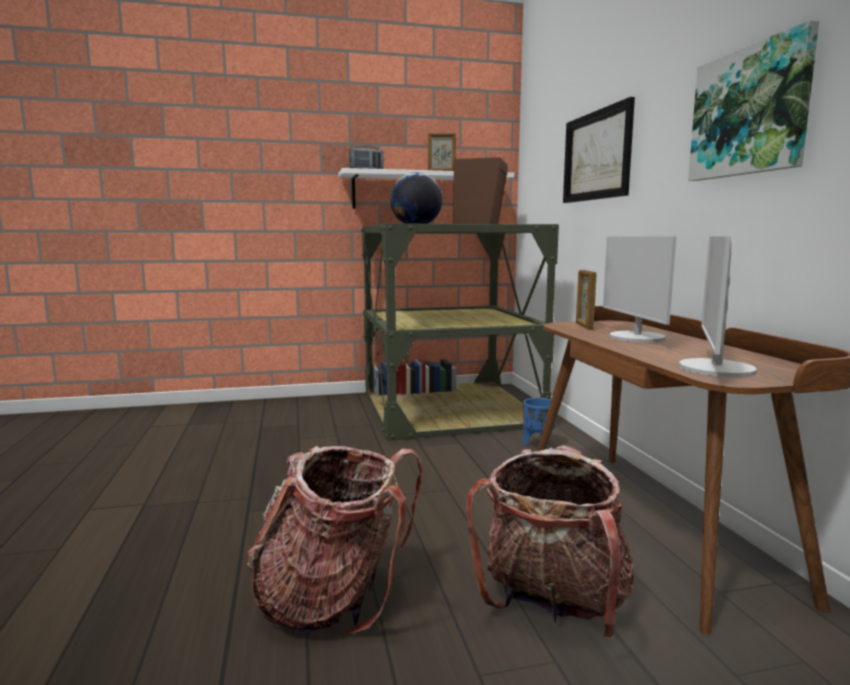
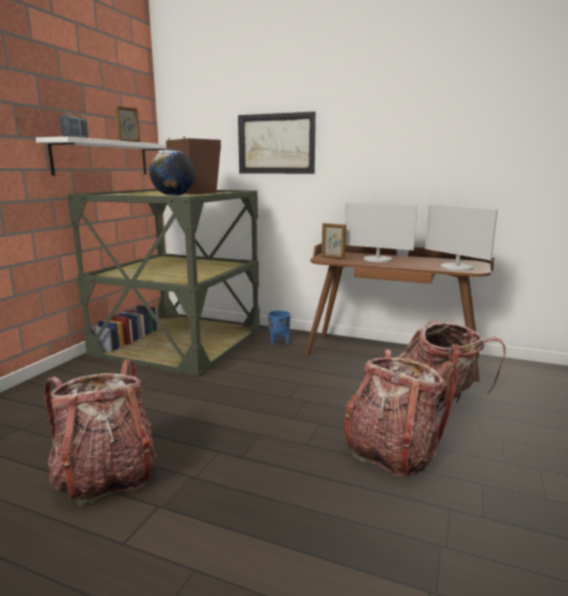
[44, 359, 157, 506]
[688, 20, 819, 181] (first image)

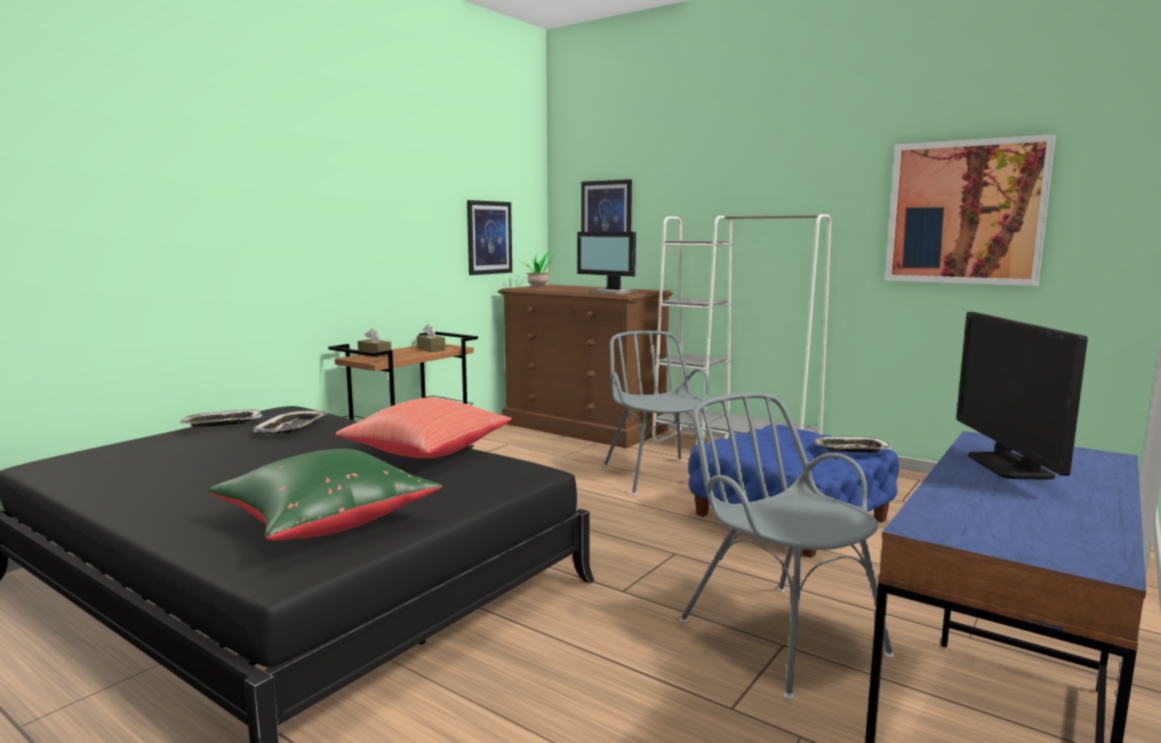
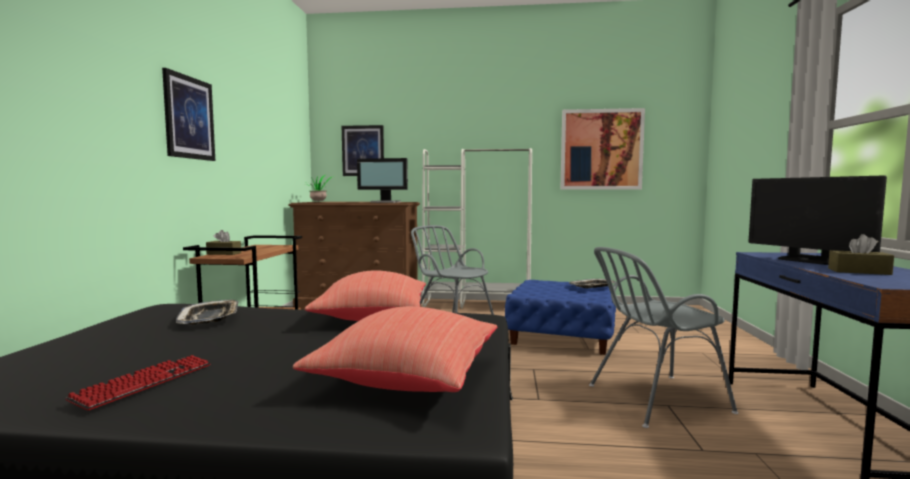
[65, 355, 211, 410]
[162, 68, 215, 161]
[293, 306, 497, 392]
[589, 247, 739, 428]
[828, 234, 894, 275]
[179, 410, 263, 427] (first image)

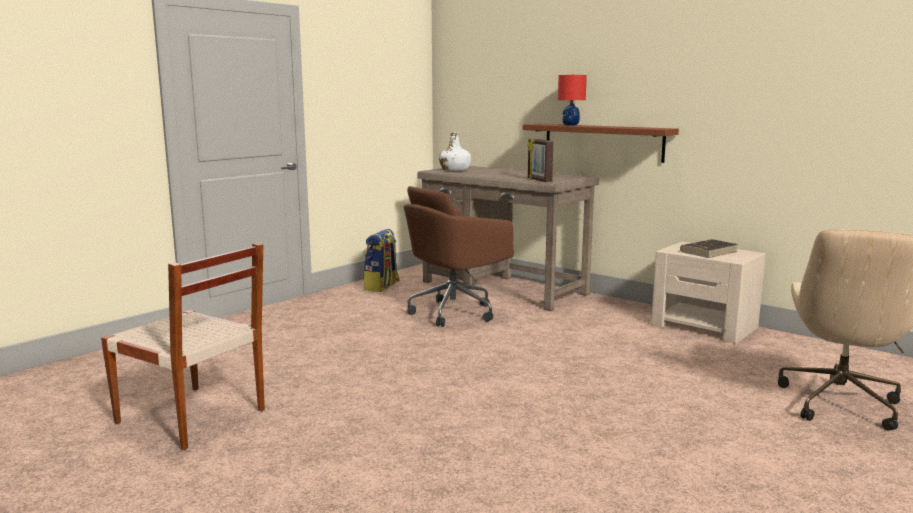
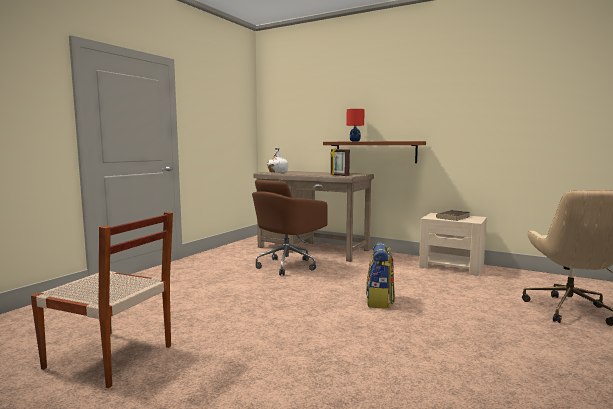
[366, 243, 395, 309]

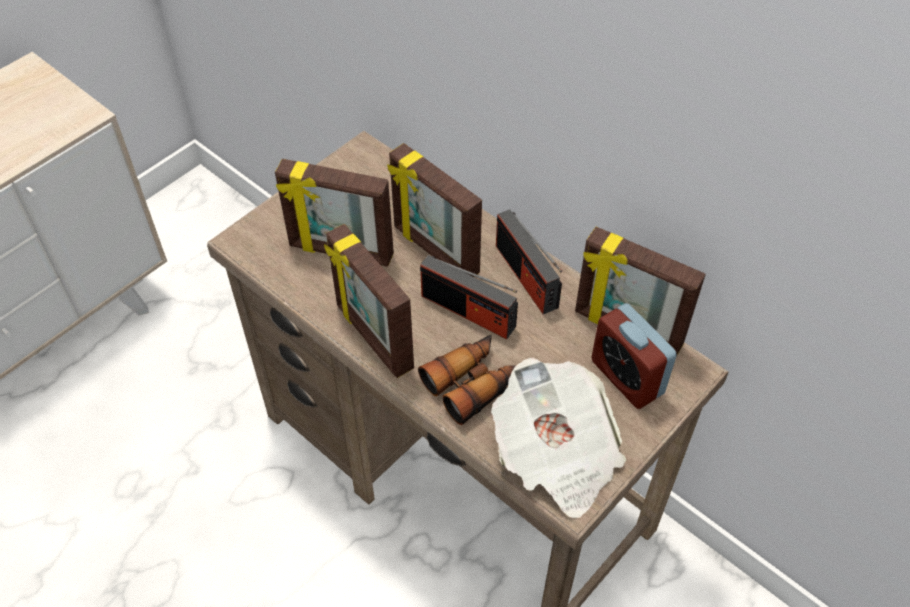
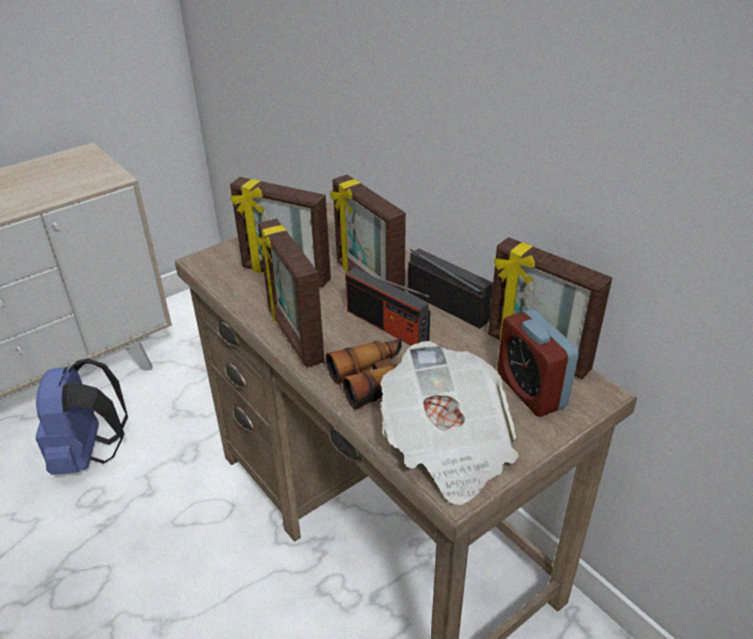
[35, 358, 128, 475]
[408, 248, 493, 329]

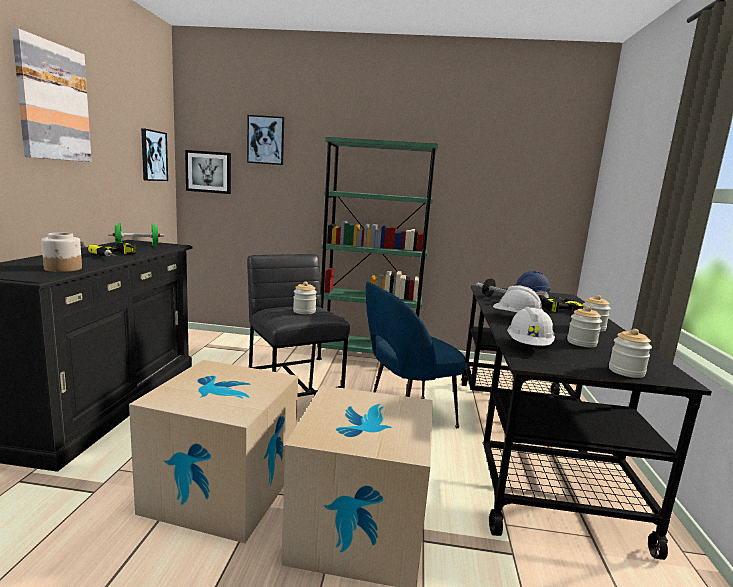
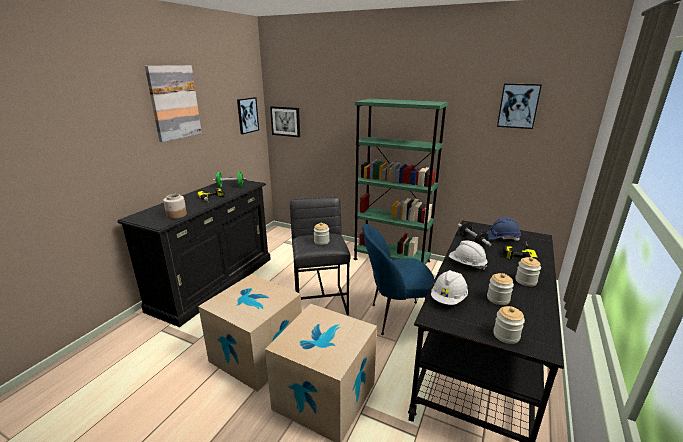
[497, 83, 542, 129]

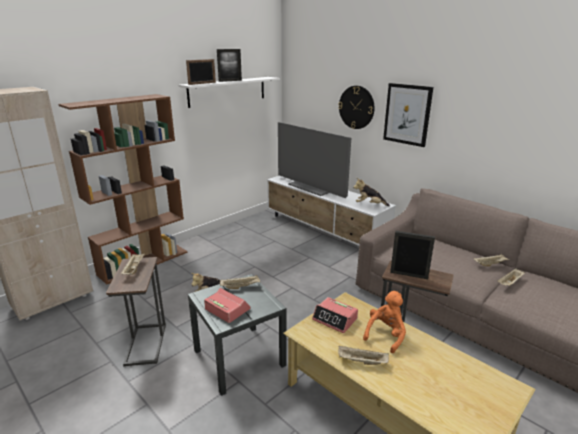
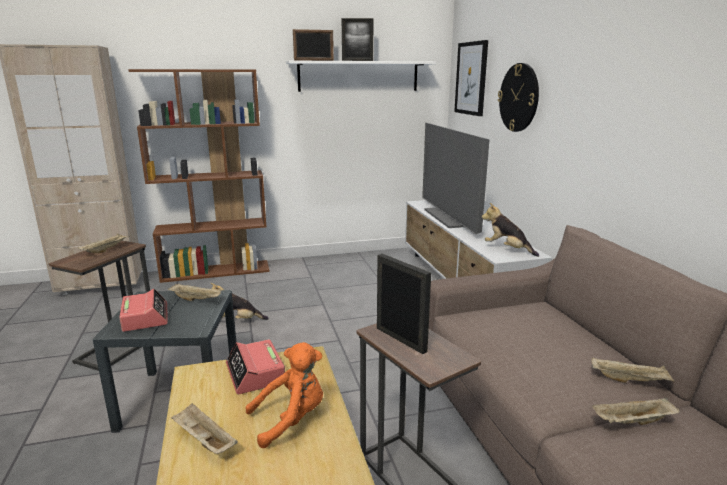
[454, 40, 488, 116]

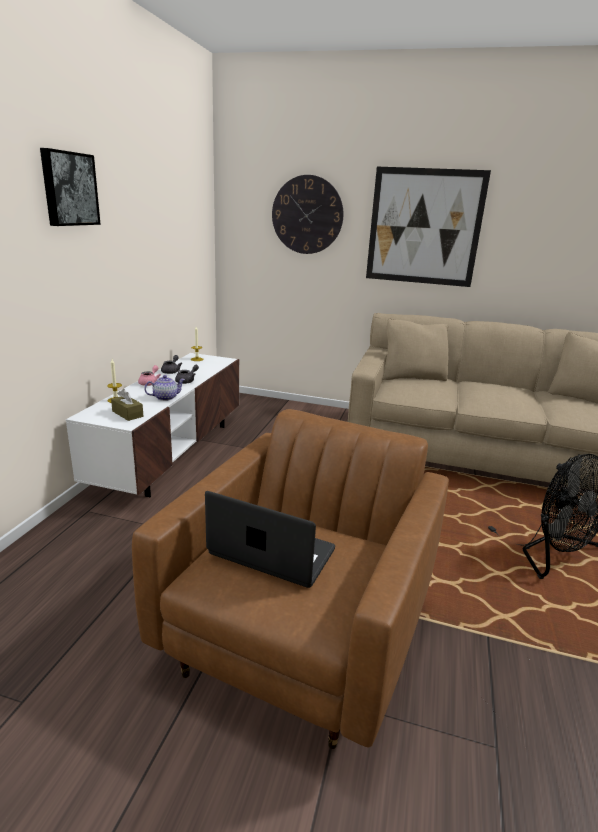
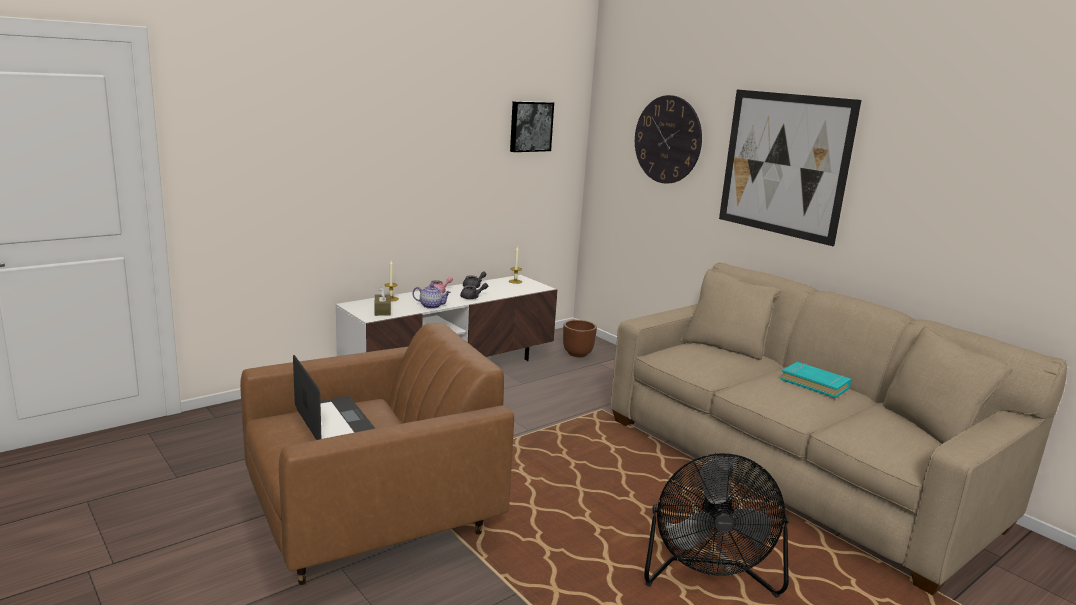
[510, 101, 554, 152]
[563, 320, 597, 357]
[780, 362, 851, 398]

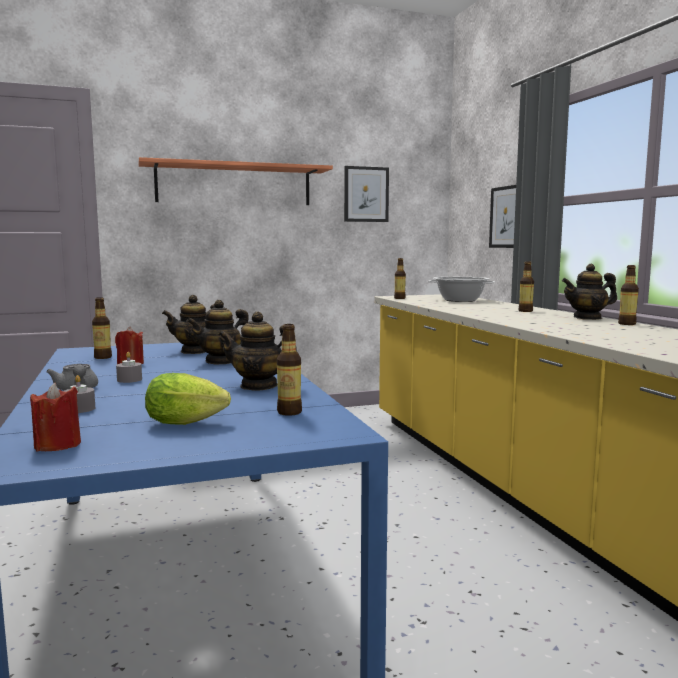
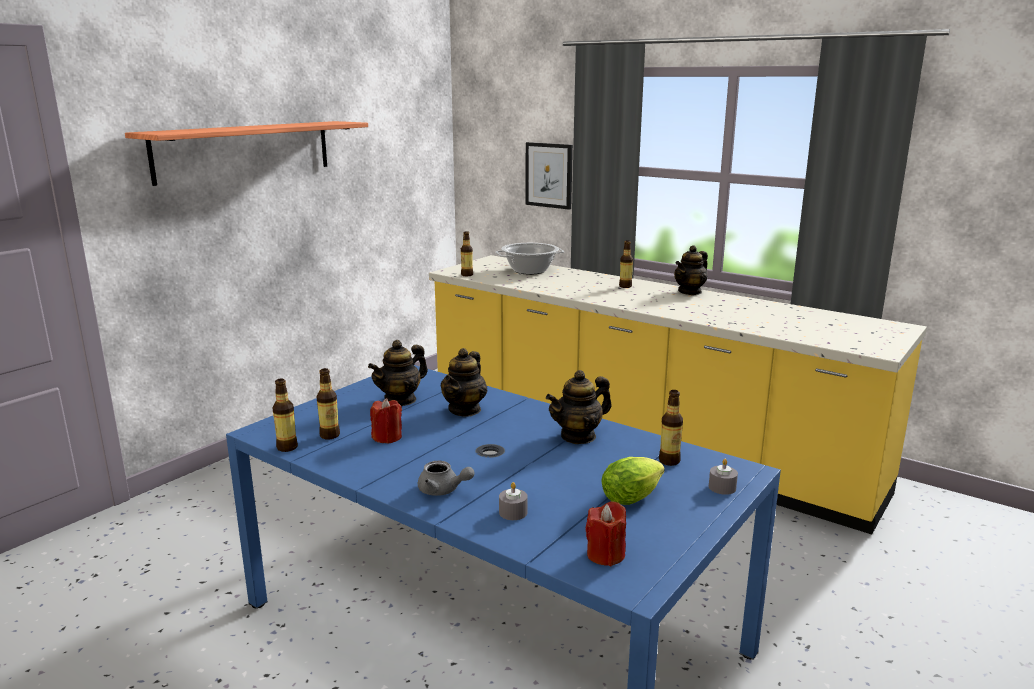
[273, 378, 298, 452]
[709, 459, 738, 495]
[344, 166, 389, 222] (first image)

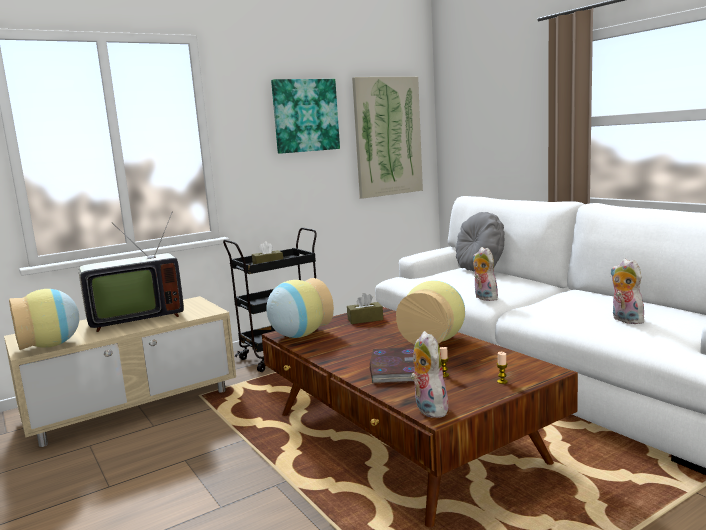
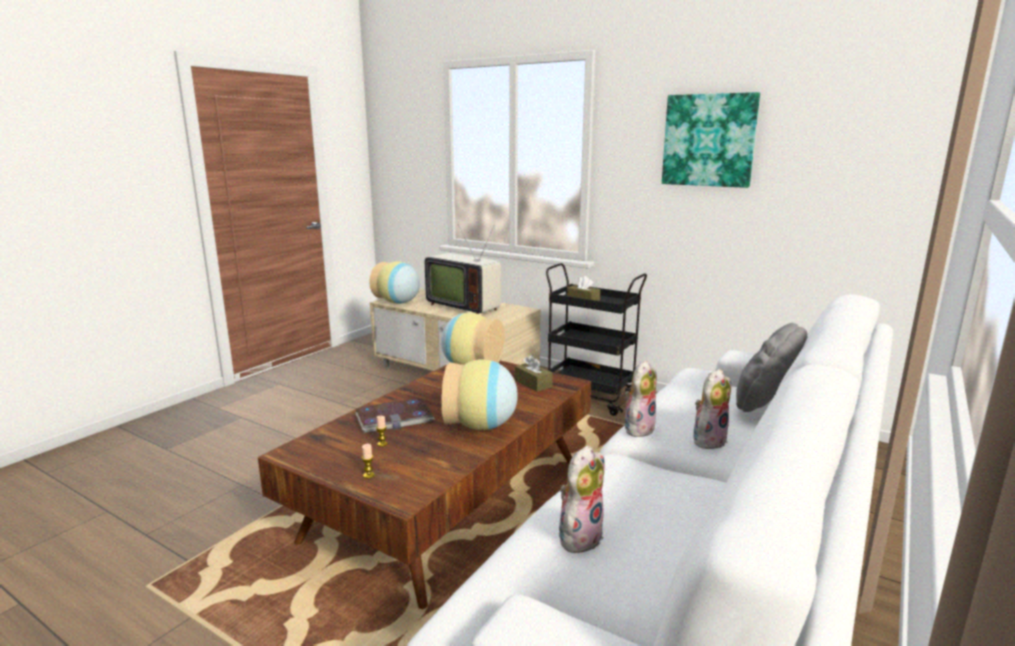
[693, 369, 731, 449]
[352, 77, 423, 199] (first image)

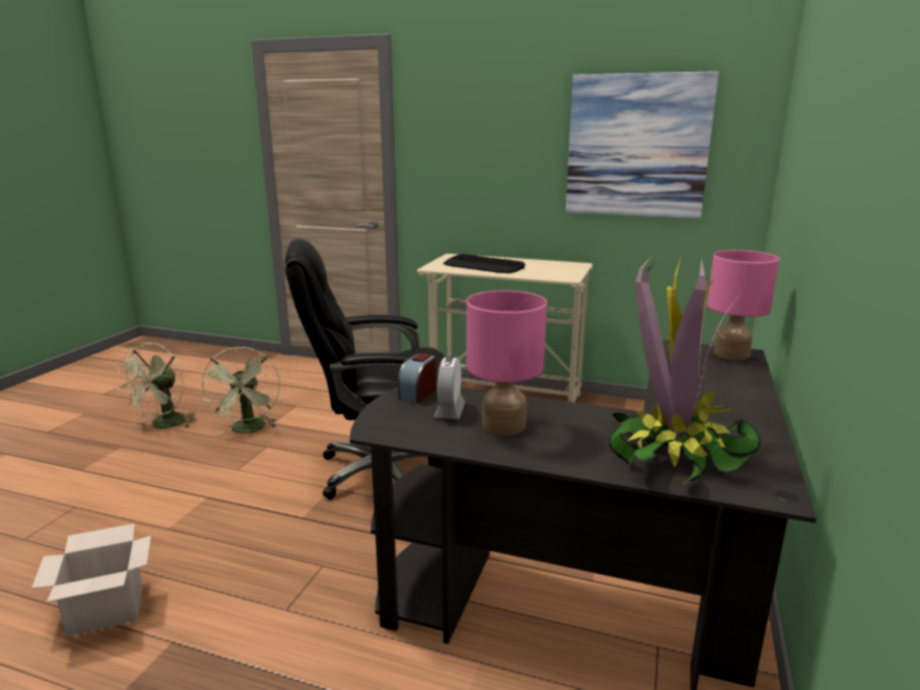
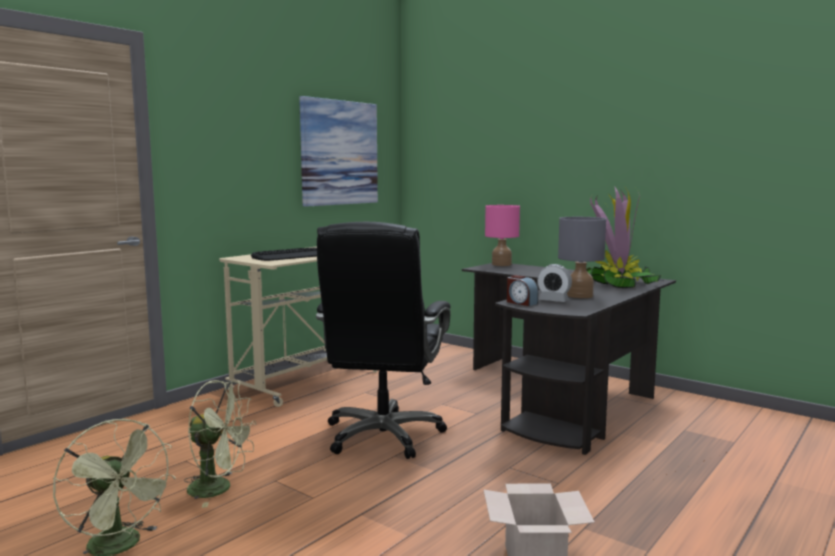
[558, 217, 606, 298]

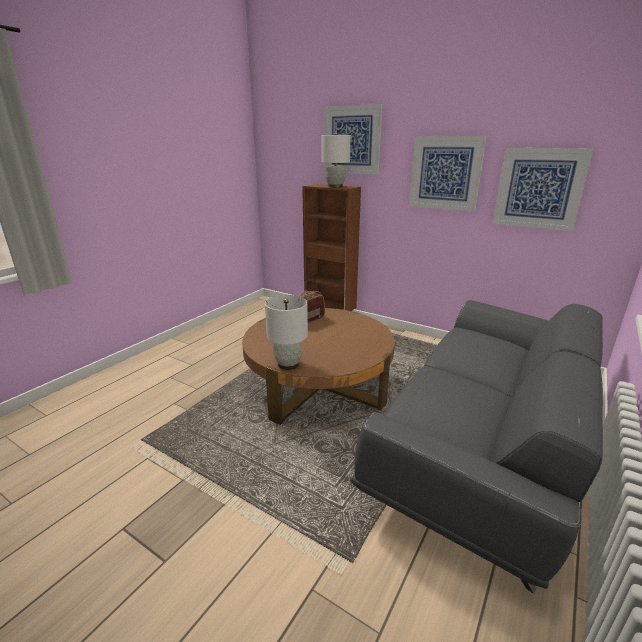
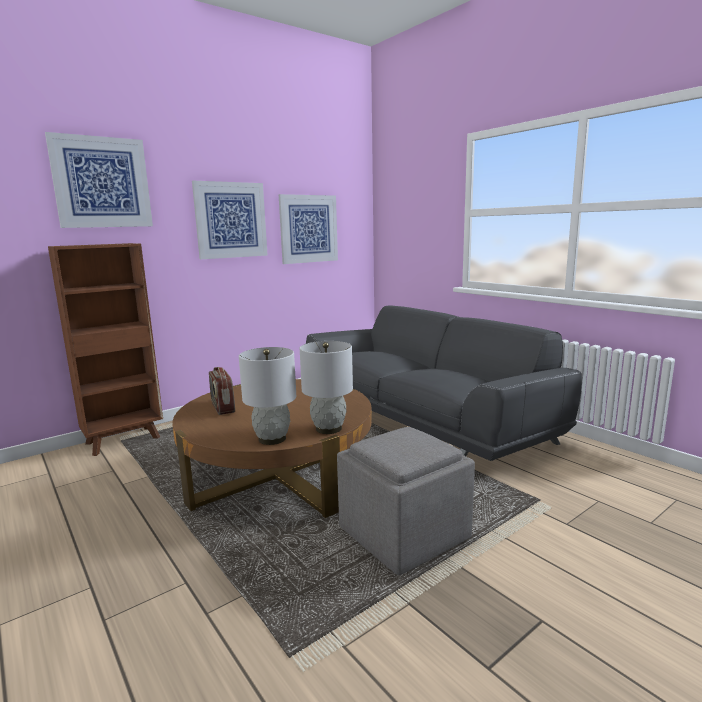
[239, 347, 296, 445]
[337, 427, 475, 575]

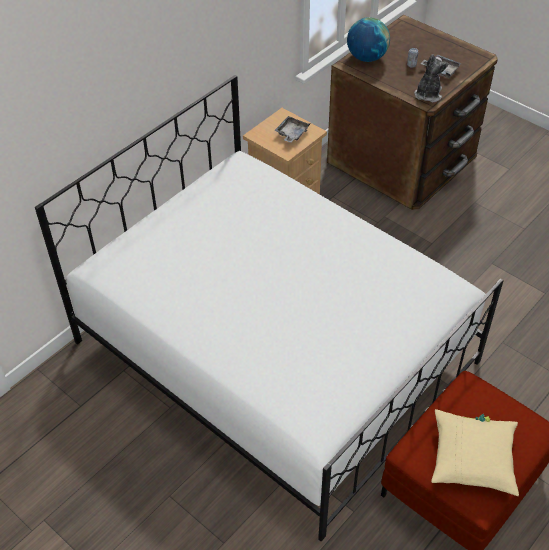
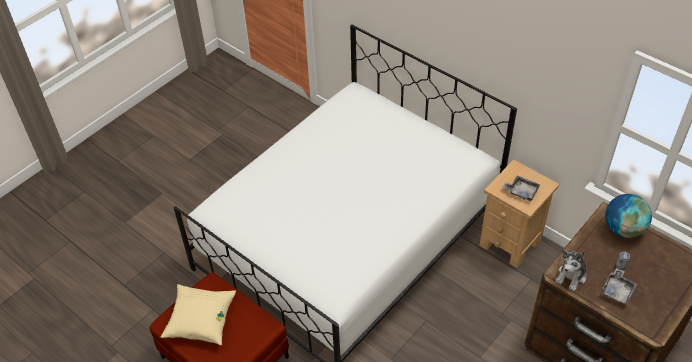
[556, 249, 587, 291]

